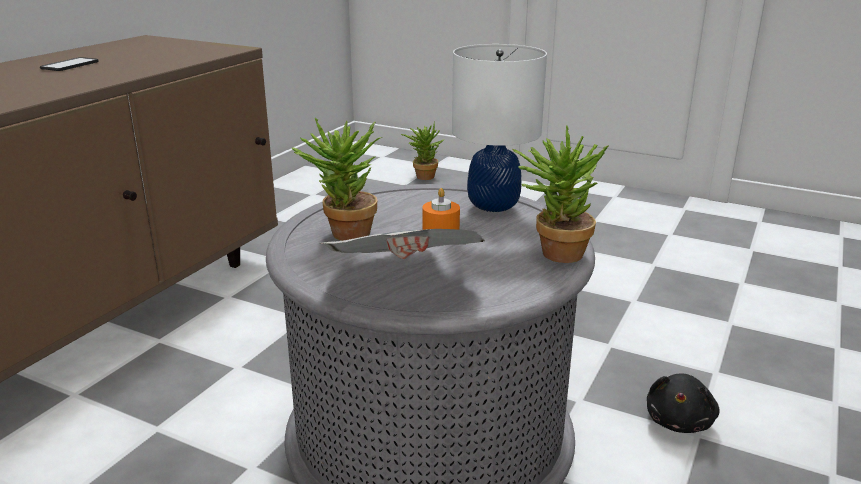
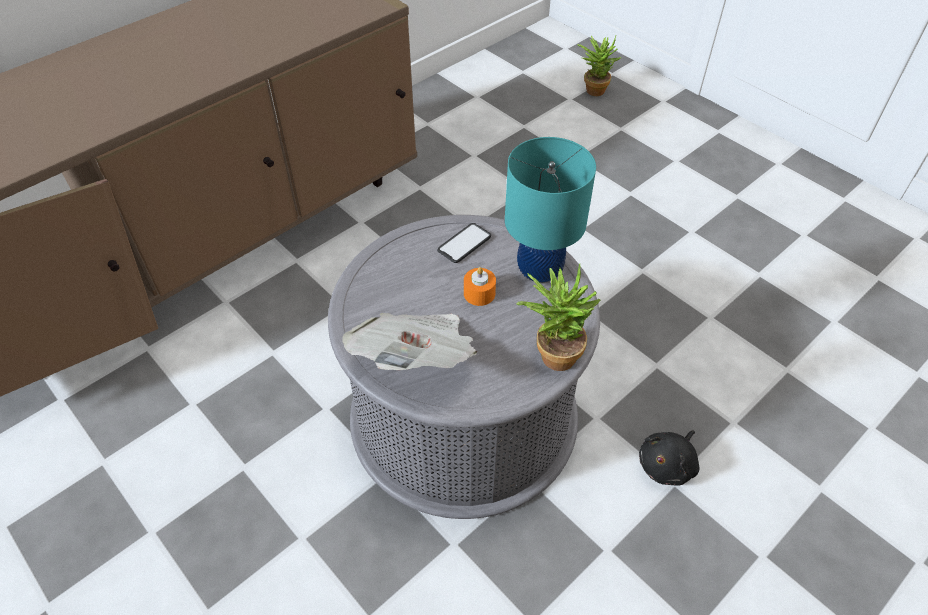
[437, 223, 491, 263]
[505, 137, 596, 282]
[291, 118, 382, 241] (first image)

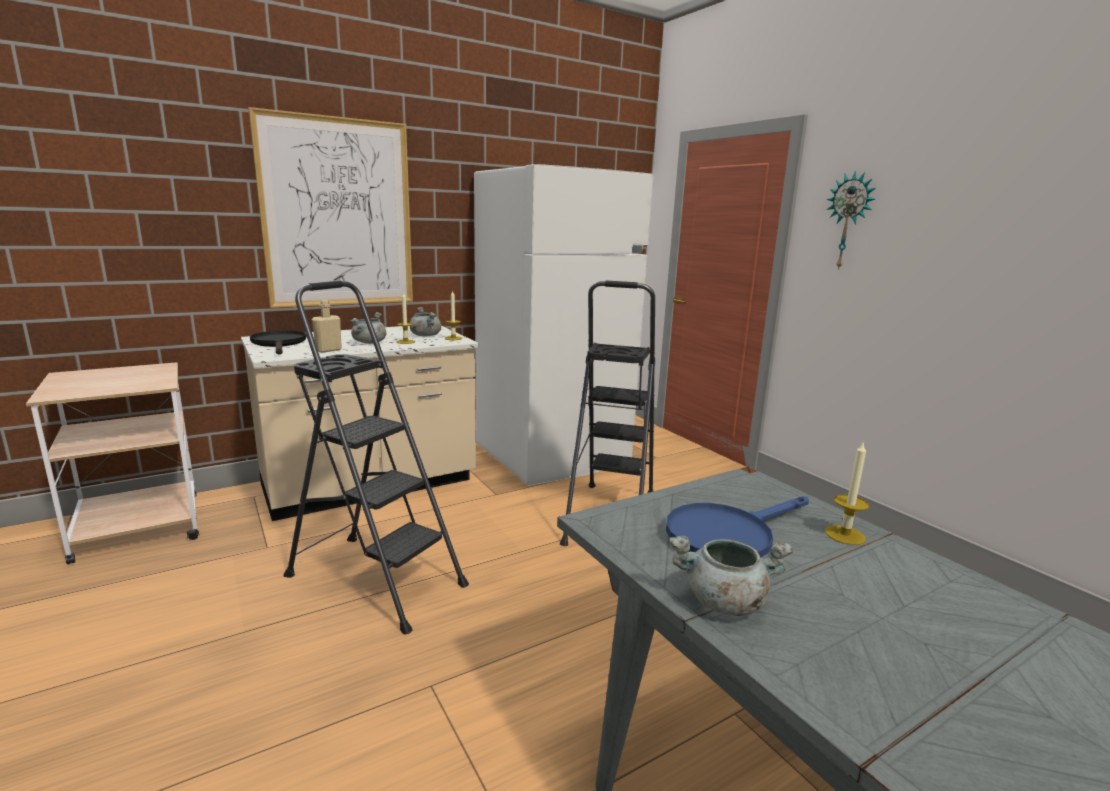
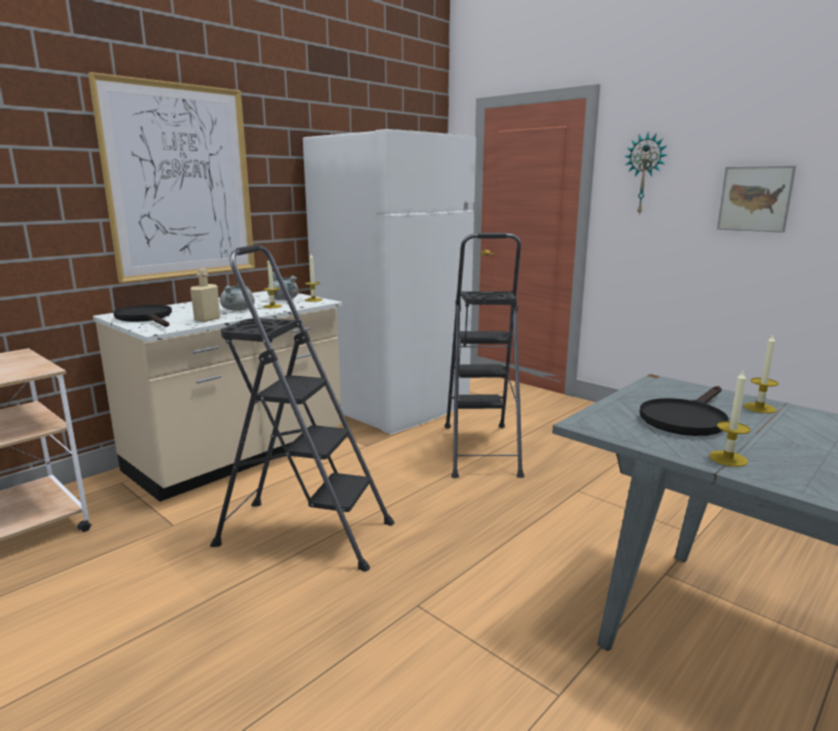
[640, 386, 729, 436]
[709, 371, 751, 467]
[717, 166, 796, 233]

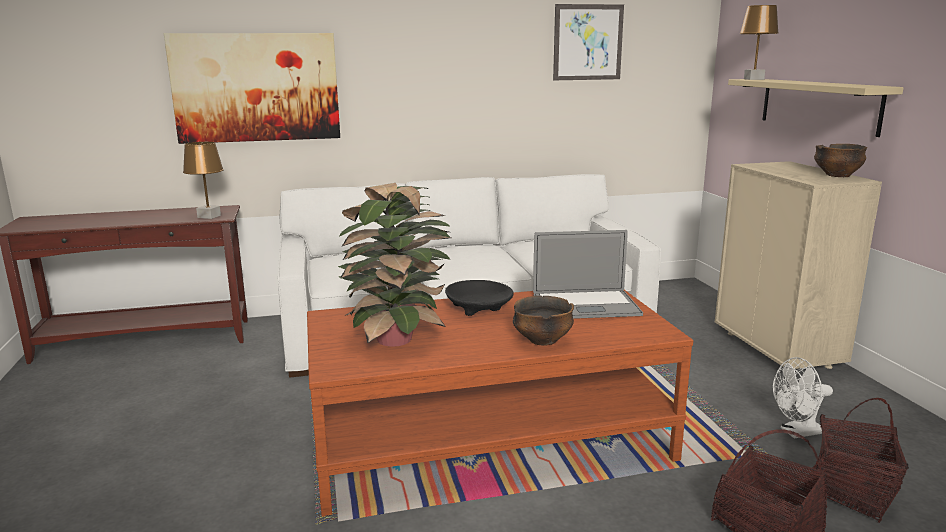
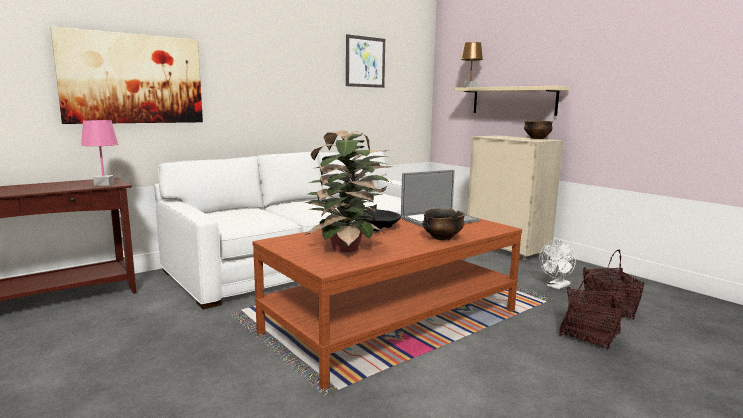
[81, 120, 118, 186]

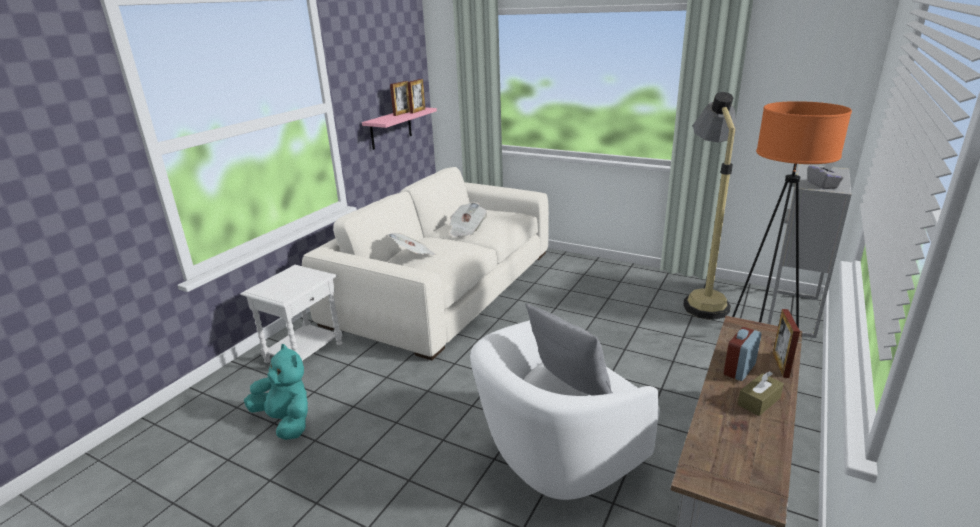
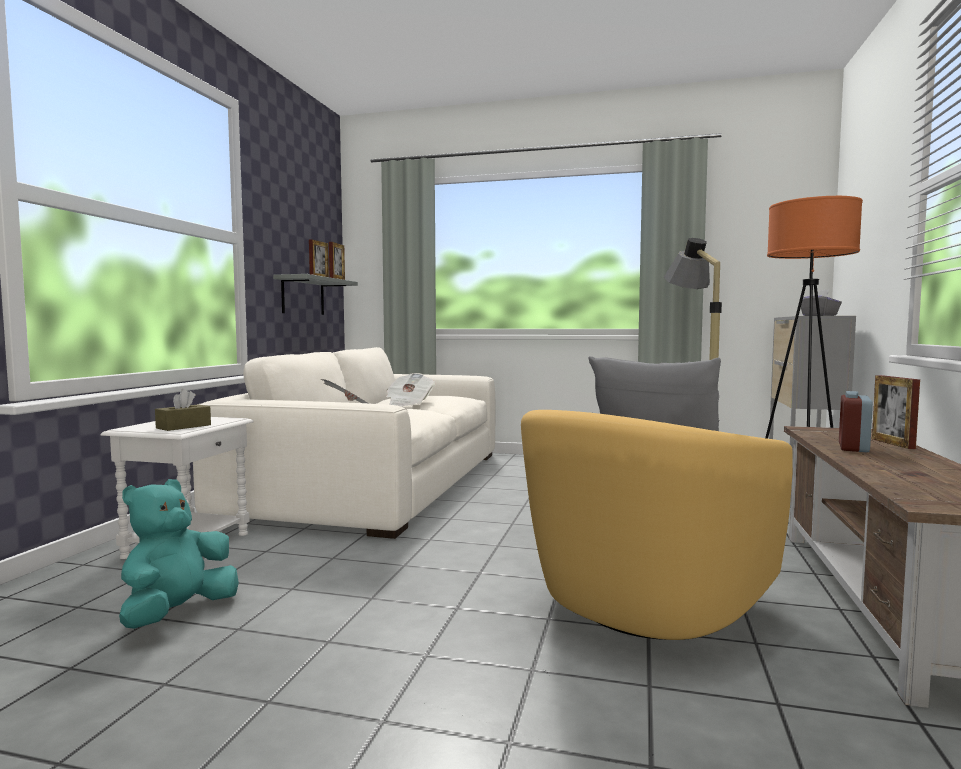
[119, 479, 239, 629]
[155, 389, 211, 431]
[273, 274, 358, 315]
[521, 410, 793, 640]

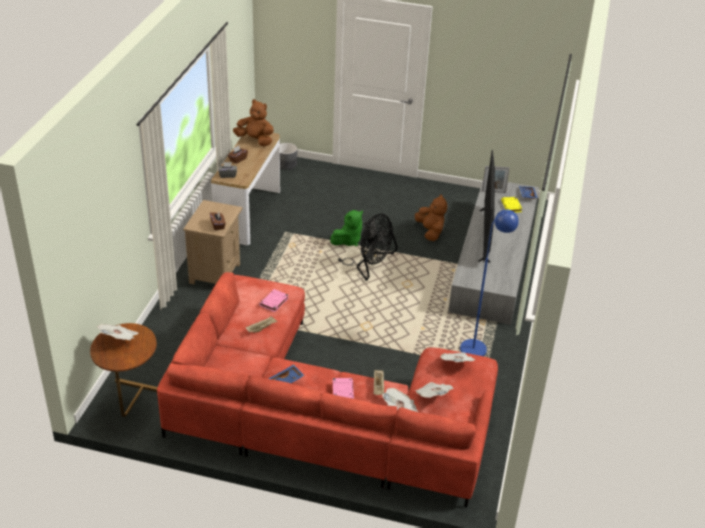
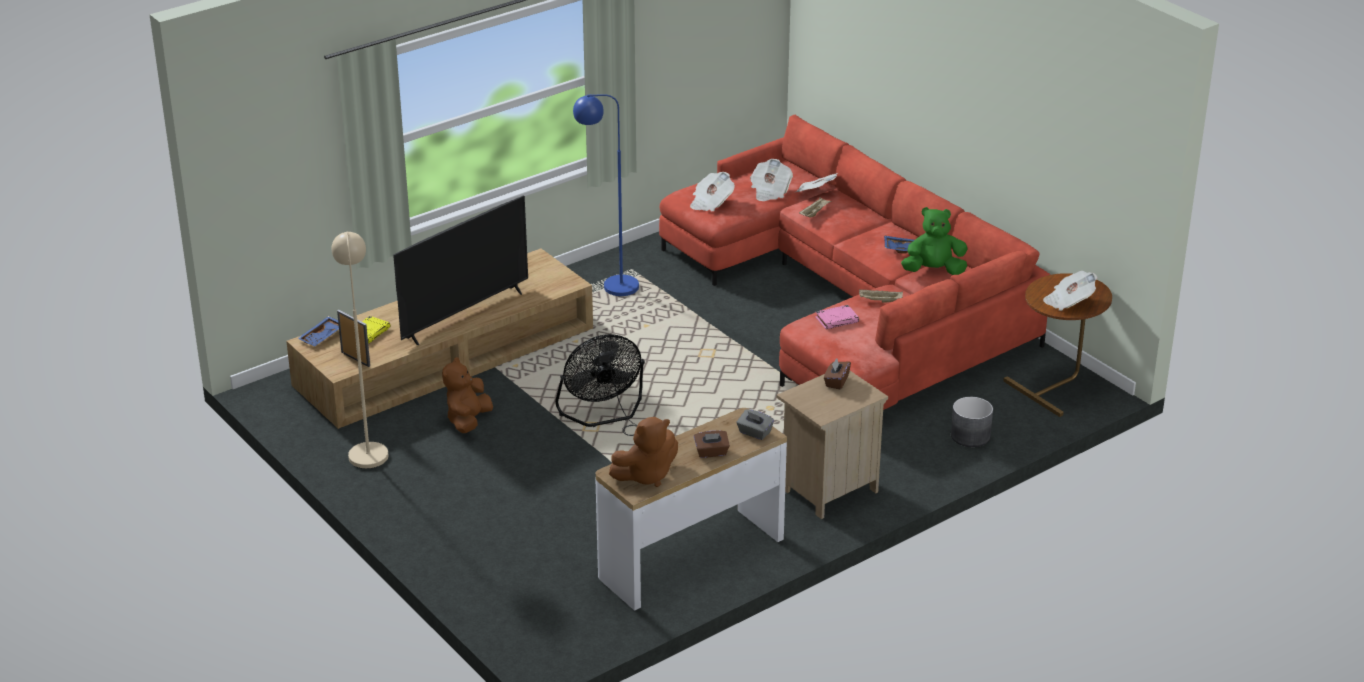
[286, 248, 593, 429]
[332, 231, 389, 469]
[609, 417, 678, 487]
[901, 207, 967, 275]
[951, 397, 993, 447]
[332, 378, 354, 399] (first image)

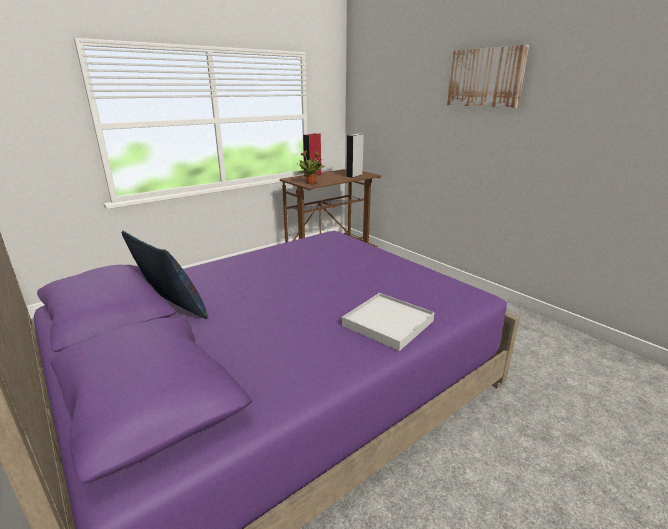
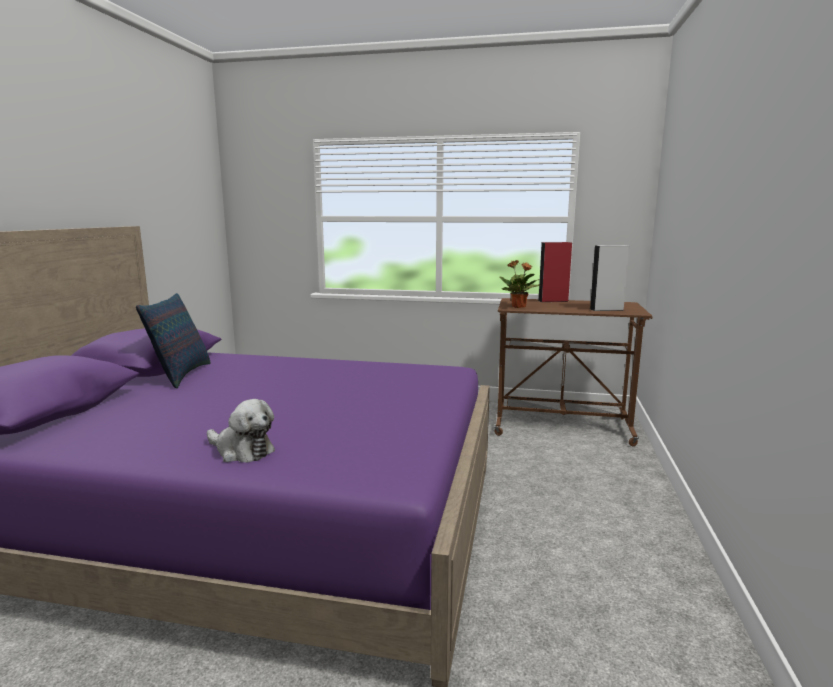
[207, 399, 275, 463]
[447, 45, 529, 108] (first image)

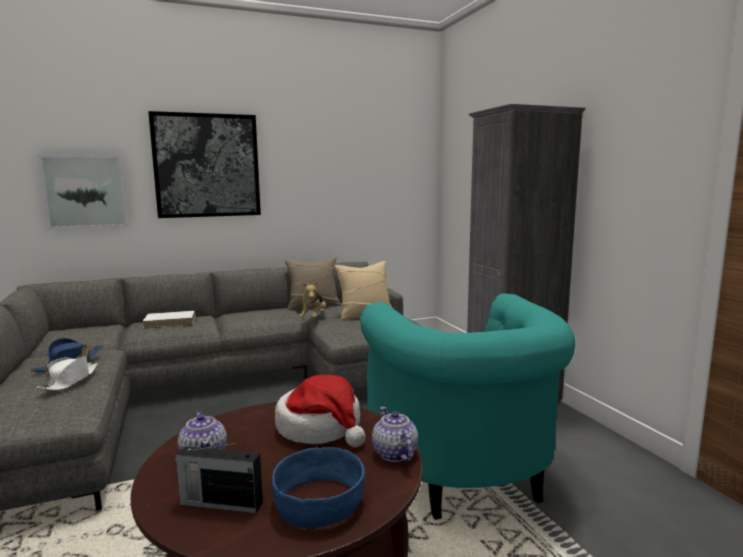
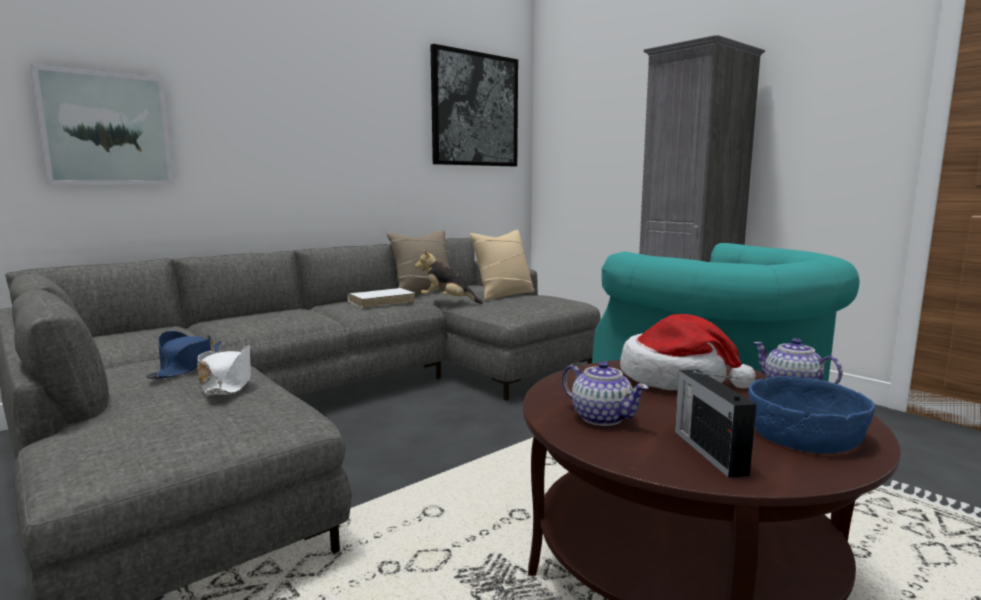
[348, 288, 416, 308]
[415, 250, 483, 304]
[431, 44, 518, 166]
[675, 369, 756, 478]

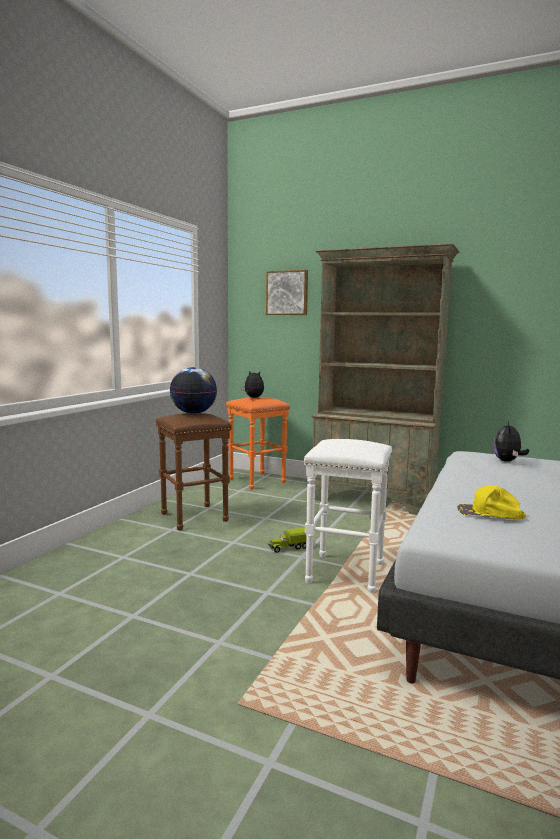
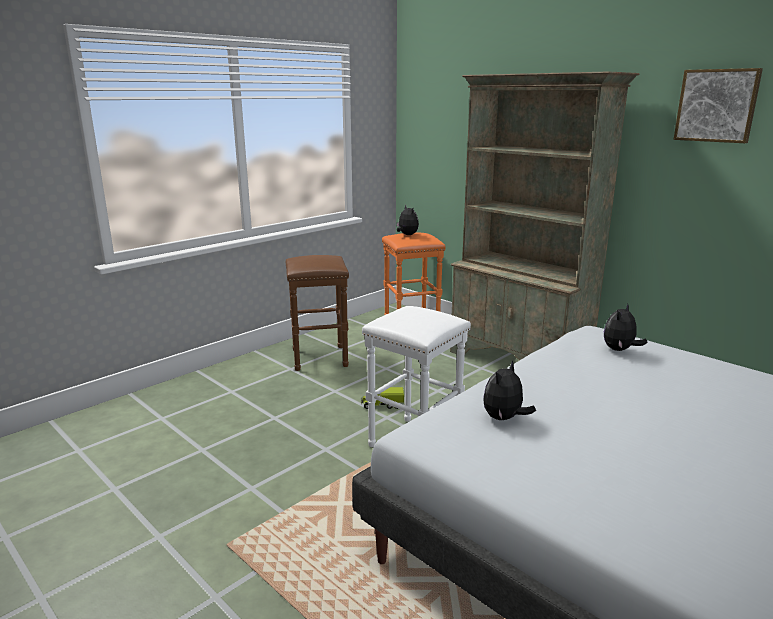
[483, 360, 536, 420]
[673, 68, 763, 143]
[170, 367, 217, 414] (first image)

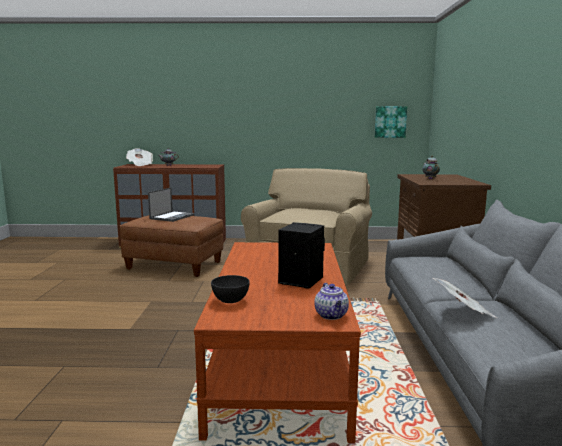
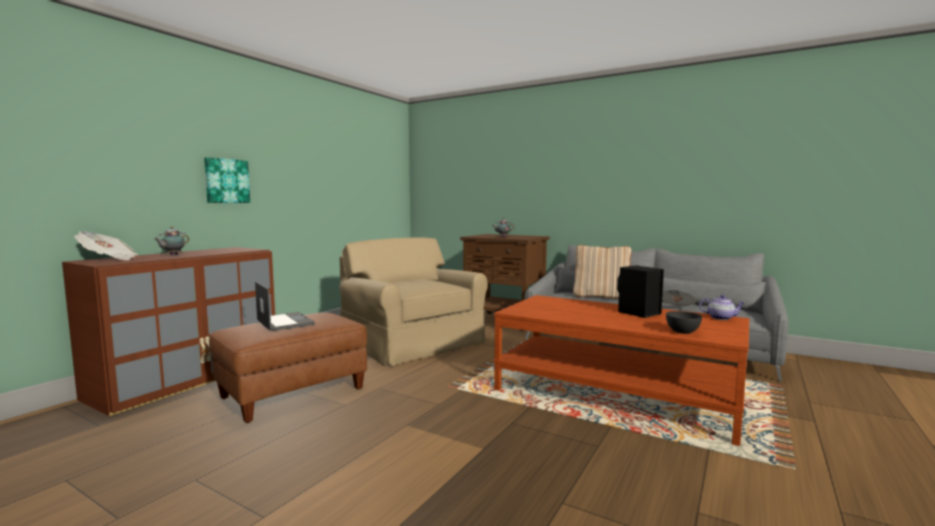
[204, 157, 250, 203]
[573, 245, 632, 299]

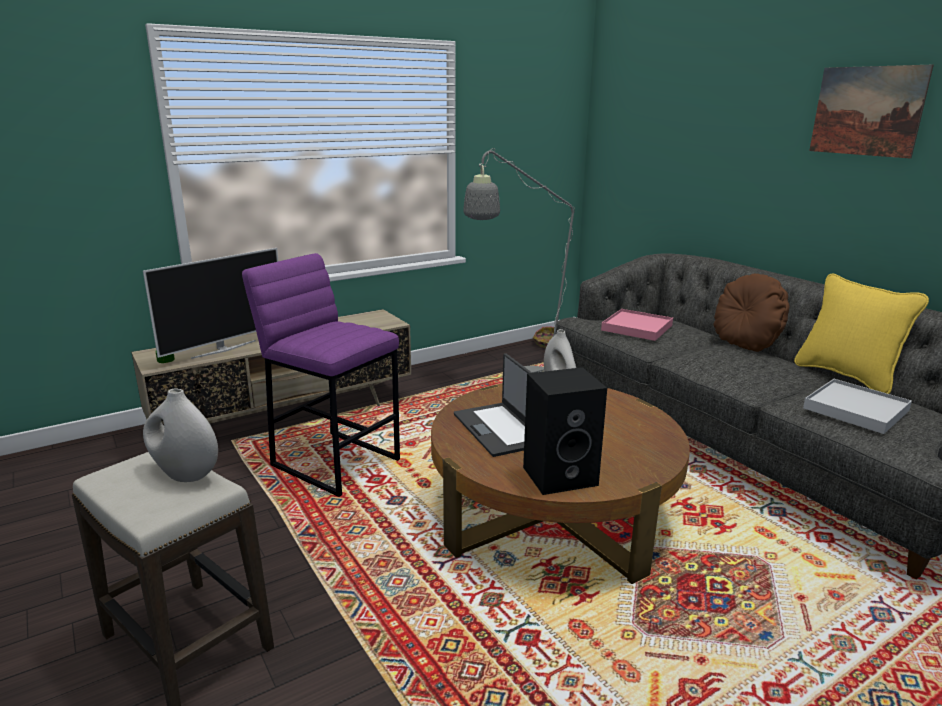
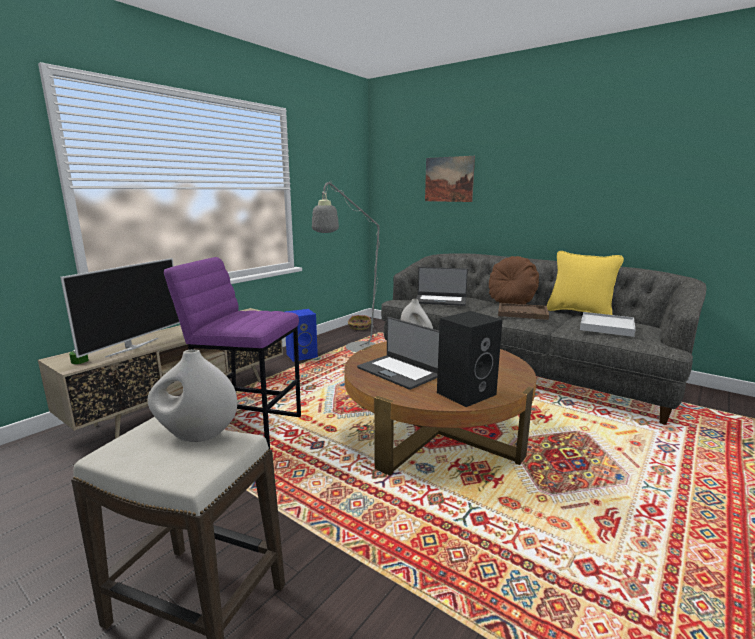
[286, 309, 318, 362]
[416, 267, 468, 306]
[425, 156, 475, 202]
[498, 303, 549, 320]

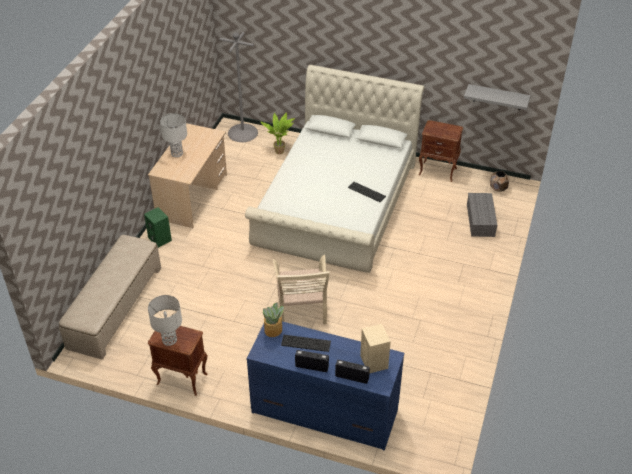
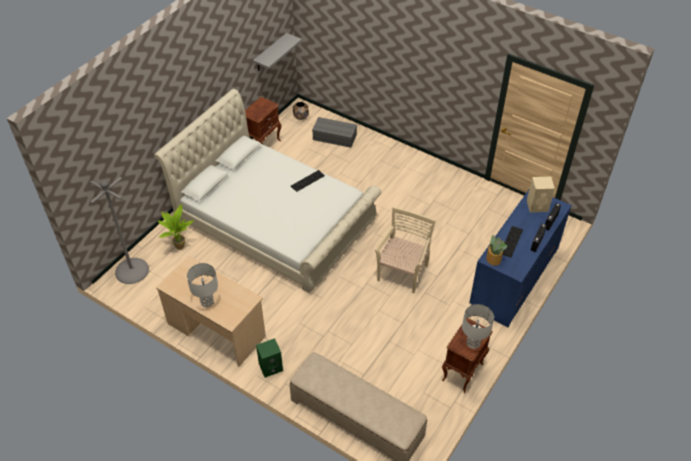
[375, 207, 436, 293]

